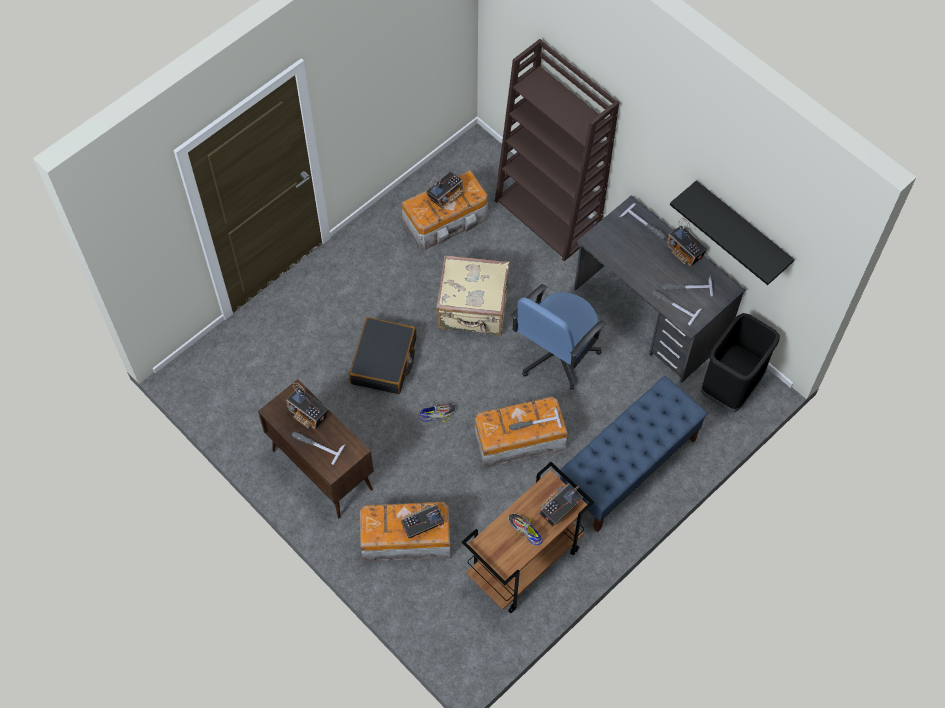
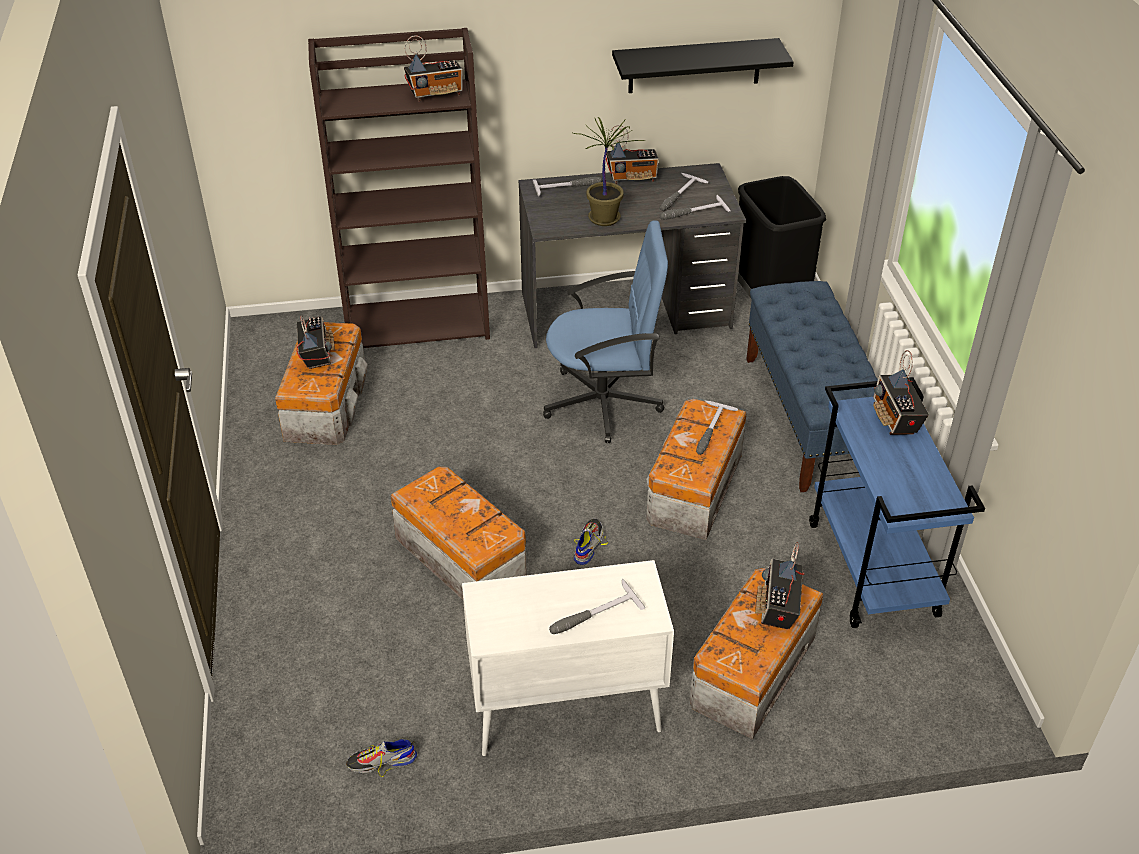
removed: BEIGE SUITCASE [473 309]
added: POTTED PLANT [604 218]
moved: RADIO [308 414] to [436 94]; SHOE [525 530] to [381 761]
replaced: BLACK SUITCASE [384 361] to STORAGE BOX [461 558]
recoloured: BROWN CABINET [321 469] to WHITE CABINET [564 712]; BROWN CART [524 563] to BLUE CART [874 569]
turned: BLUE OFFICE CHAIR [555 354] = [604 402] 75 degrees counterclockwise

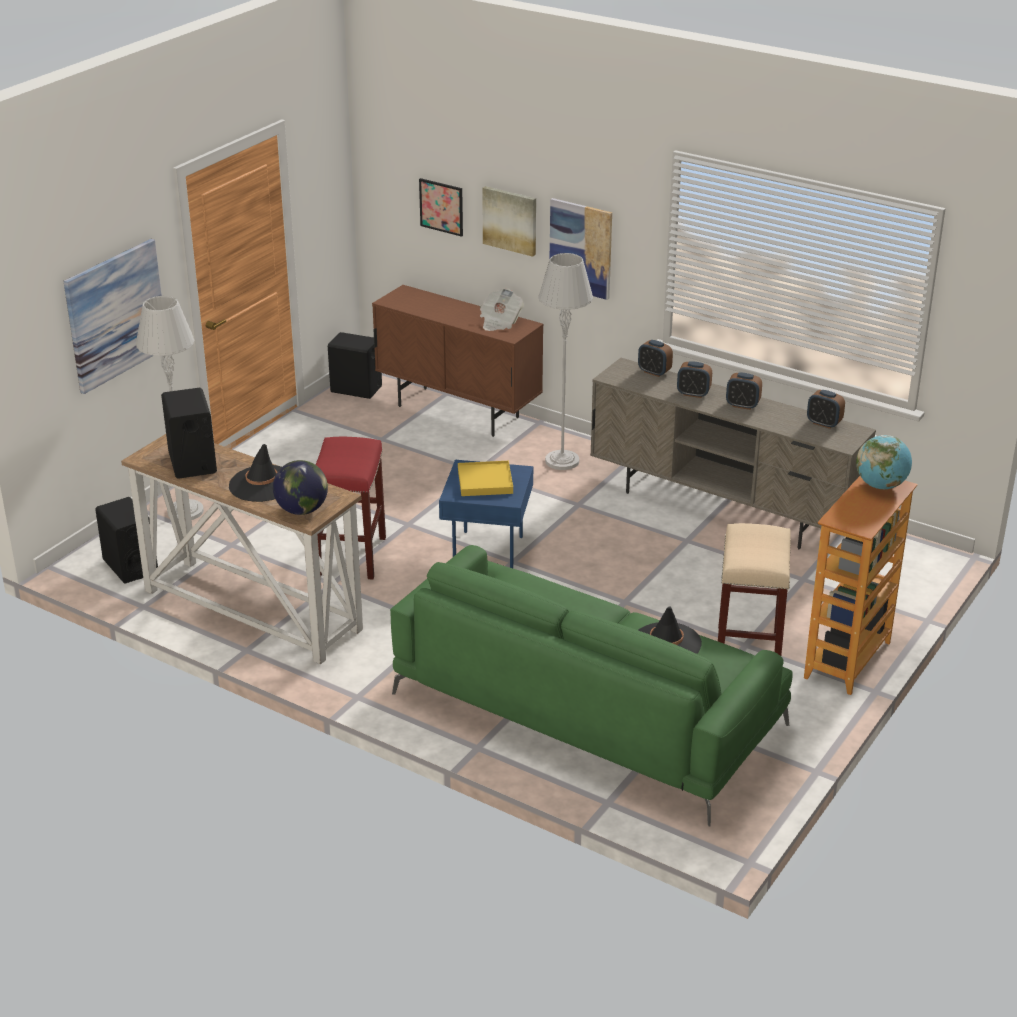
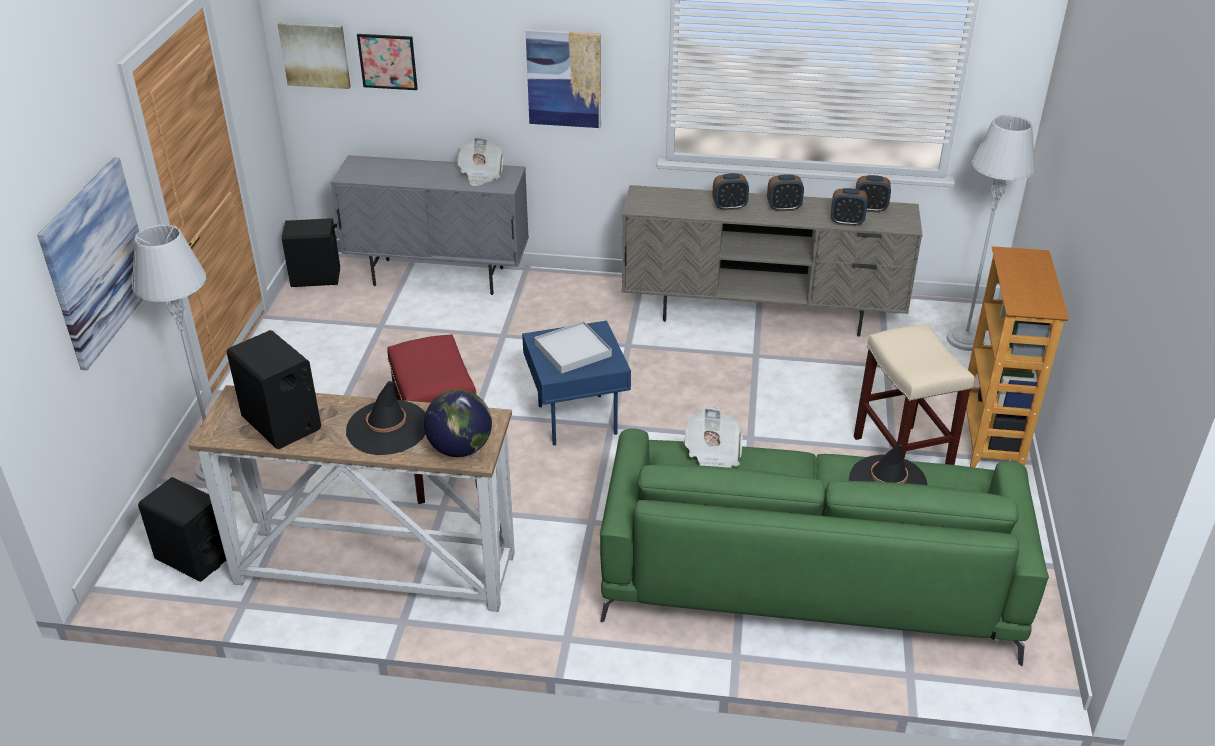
removed: GLOBE [881 486]
added: NEWSPAPER [712 455]
moved: PICTURE [510 220] to [315 54]; GREY FLOOR LAMP [562 461] to [965 340]; ALARM CLOCK [654 372] to [846 222]
recoloured: BROWN CABINET [458 412] to GREY CABINET [439 277]; YELLOW TRAY [485 481] to WHITE TRAY [572 350]

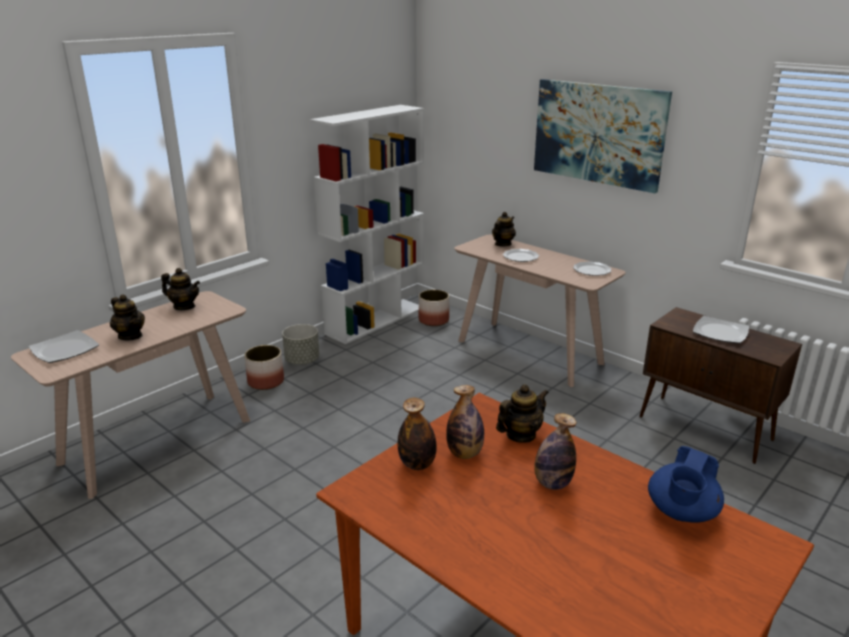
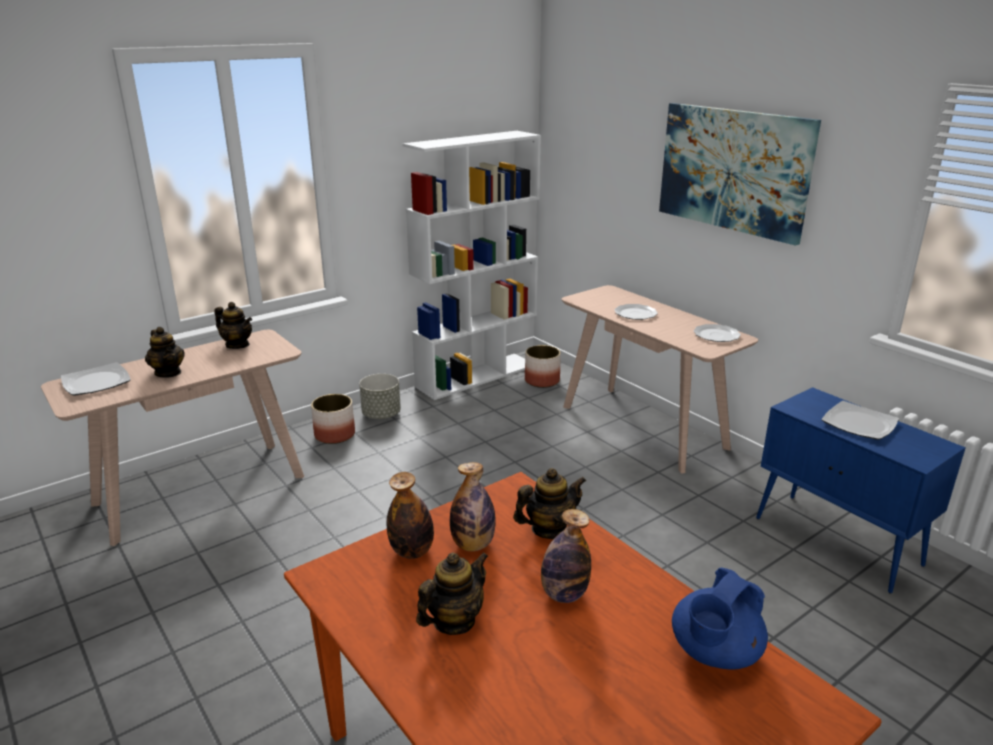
moved: TEAPOT [502 244] to [454 621]
recoloured: BROWN CABINET [706 429] to BLUE CABINET [838 542]

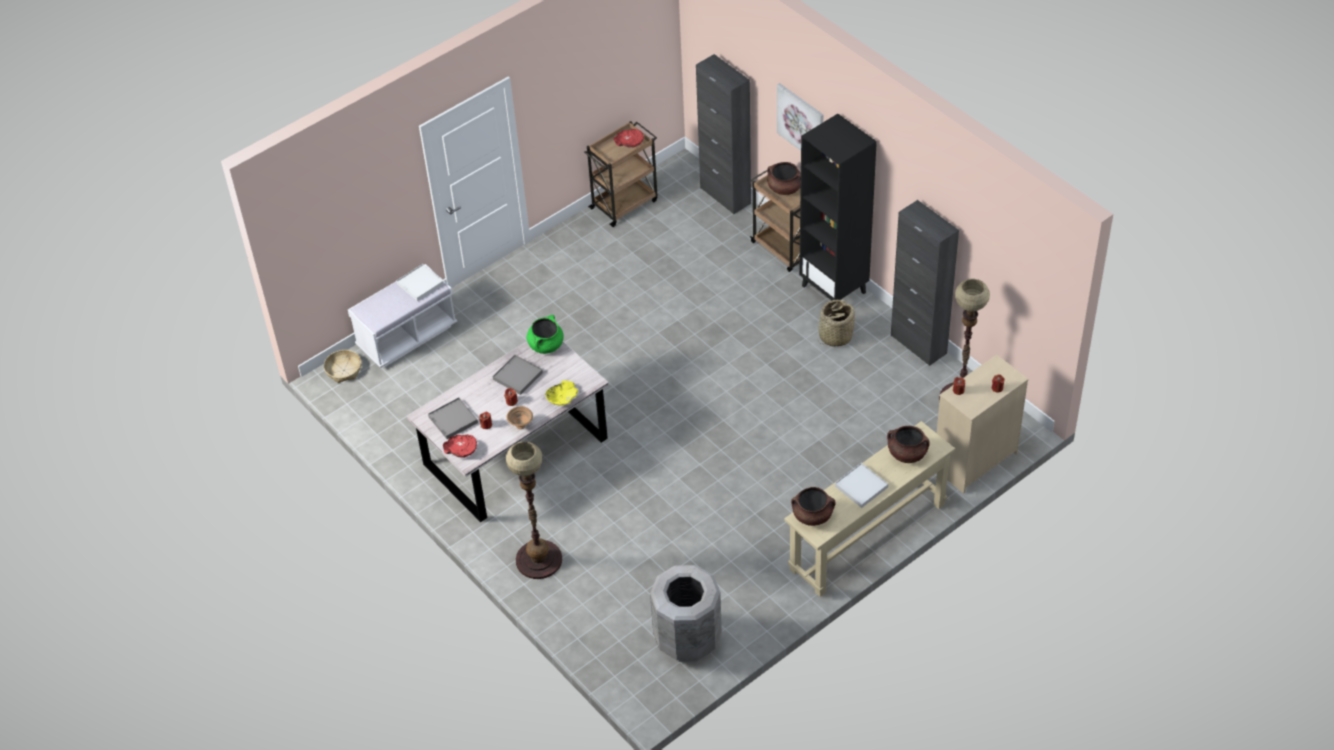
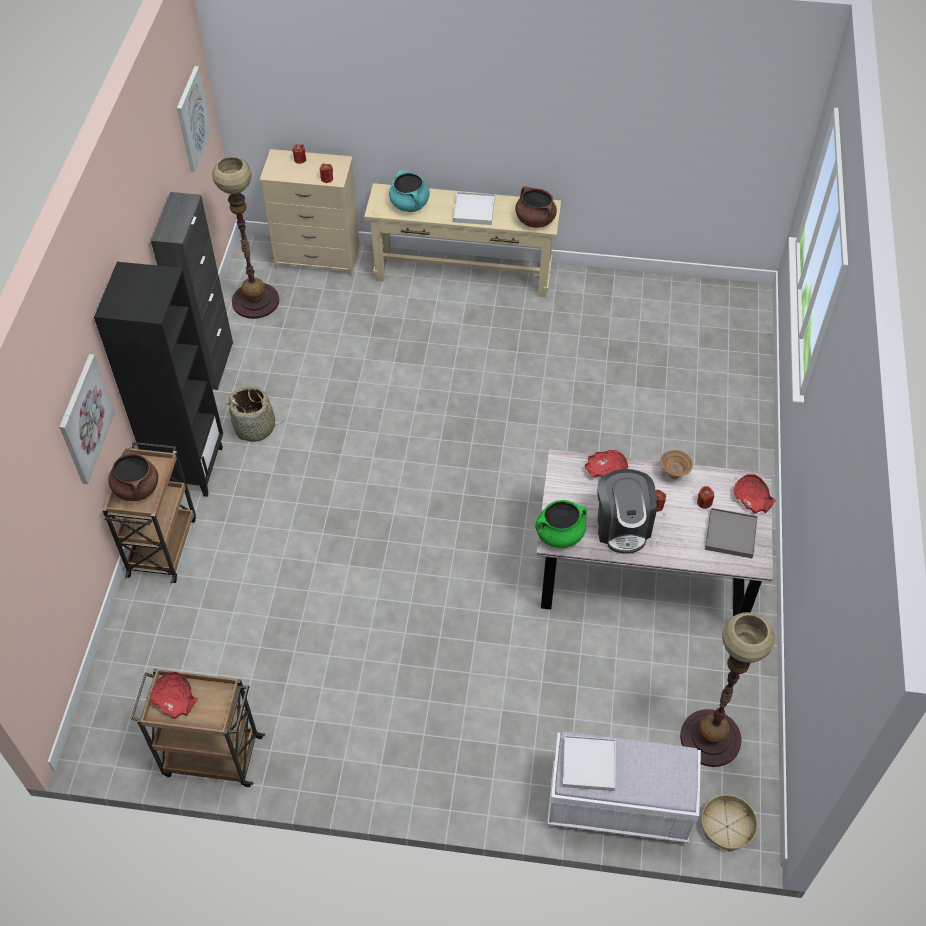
removed: GREY TRASH CAN [687 638]; BLACK CABINET [725 195]
added: PICTURE [192 119]
moved: FLOOR LAMP [538 560] to [711 738]
replaced: GREY TRAY [518 376] to COFFEE MACHINE [622 526]
recoloured: YELLOW BOWL [562 397] to RED BOWL [606 469]; BROWN COOKING POT [907 454] to TURQUOISE COOKING POT [409 204]

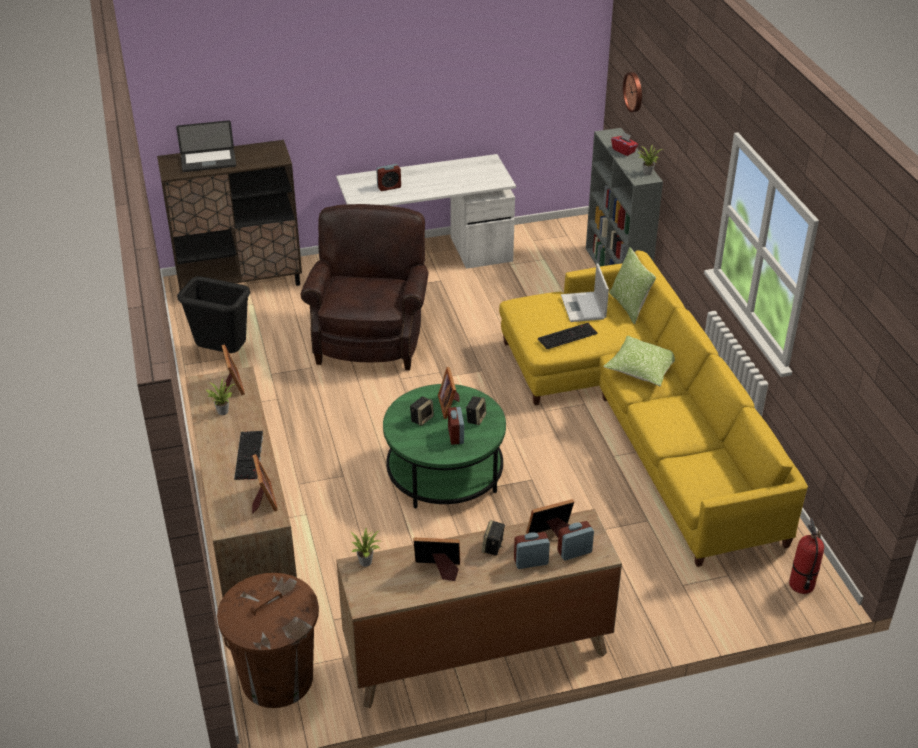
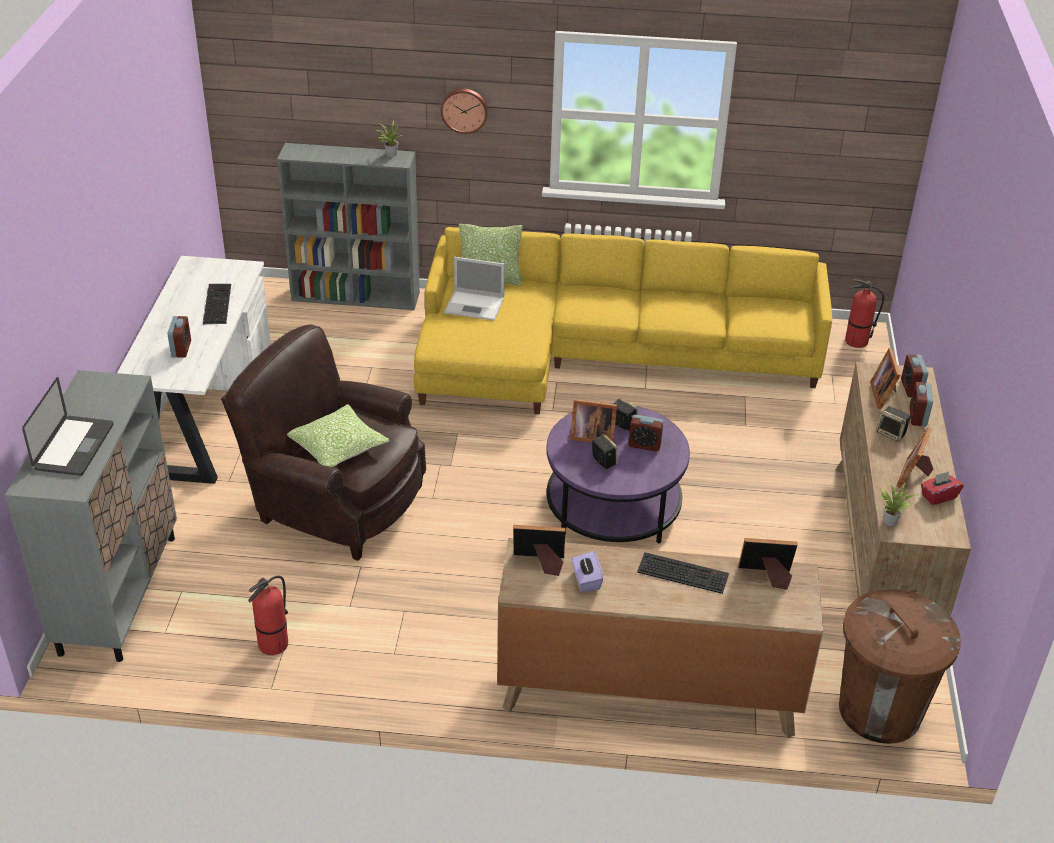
moved: KEYBOARD [567 335] to [216 303]; PILLOW [642 369] to [337 447]; RED TISSUE BOX [624 151] to [938 496]; WALL CLOCK [634 92] to [464 110]
replaced: BLACK TRASH CAN [221 354] to FIRE EXTINGUISHER [273 645]; POTTED PLANT [222 410] to PURPLE TISSUE BOX [586 580]
recoloured: BROWN CABINET [240 282] to GREY CABINET [119 593]; GREEN COFFEE TABLE [445 472] to PURPLE COFFEE TABLE [613 506]

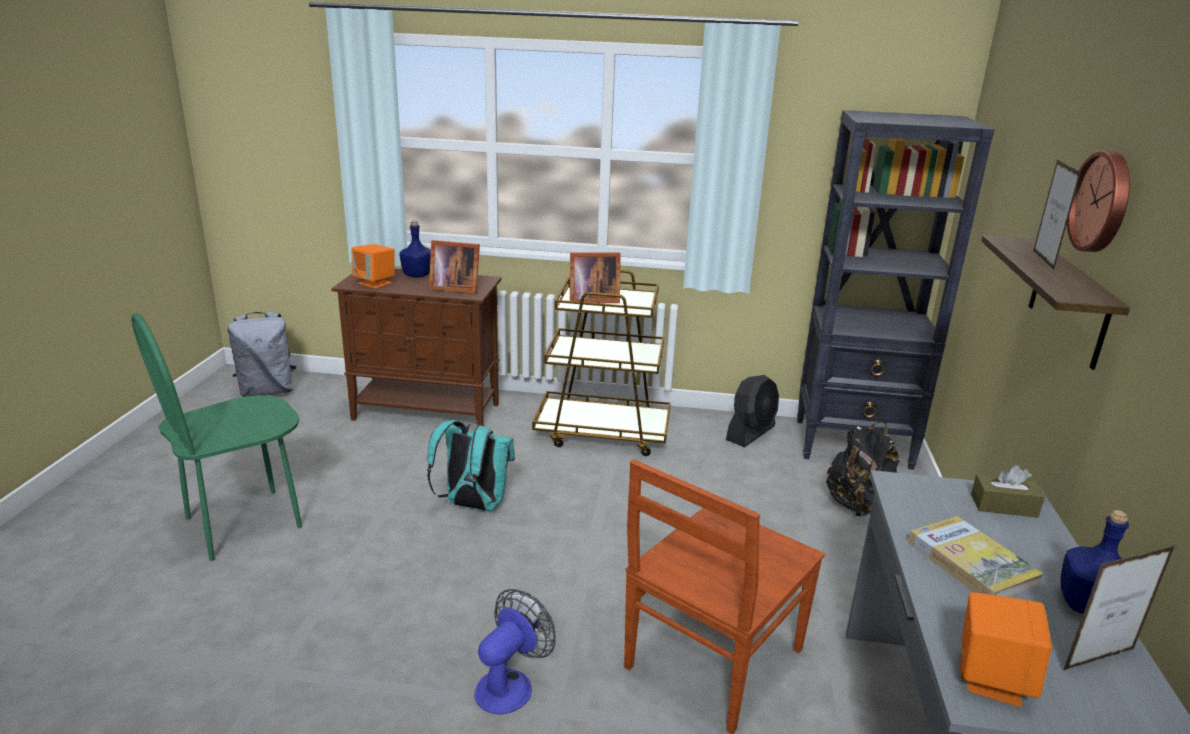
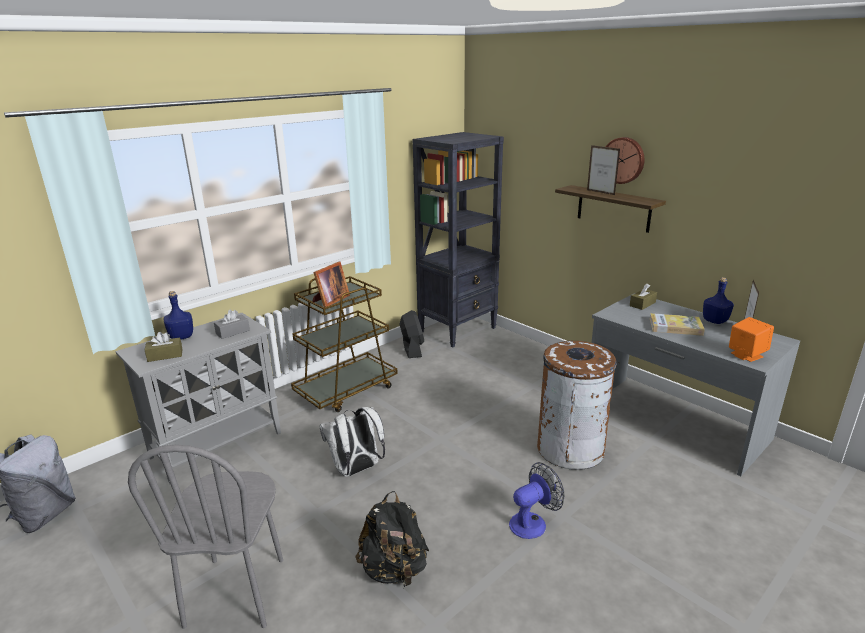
moved: BLACK BACKPACK [858 506] to [394 570]
replaced: ORANGE SPEAKER [375 283] to BROWN TISSUE BOX [165 355]; PICTURE FRAME [454 288] to GREY TISSUE BOX [233 332]; BROWN CHAIR [711 660] to BROWN TRASH CAN [570 449]
recoloured: GREEN CHAIR [244 523] to GREY CHAIR [236 592]; BROWN CABINET [428 412] to GREY CABINET [218 444]; TURQUOISE BACKPACK [472 505] to WHITE BACKPACK [356 470]
turned: FAN [510 684] = [533 522] 75 degrees clockwise

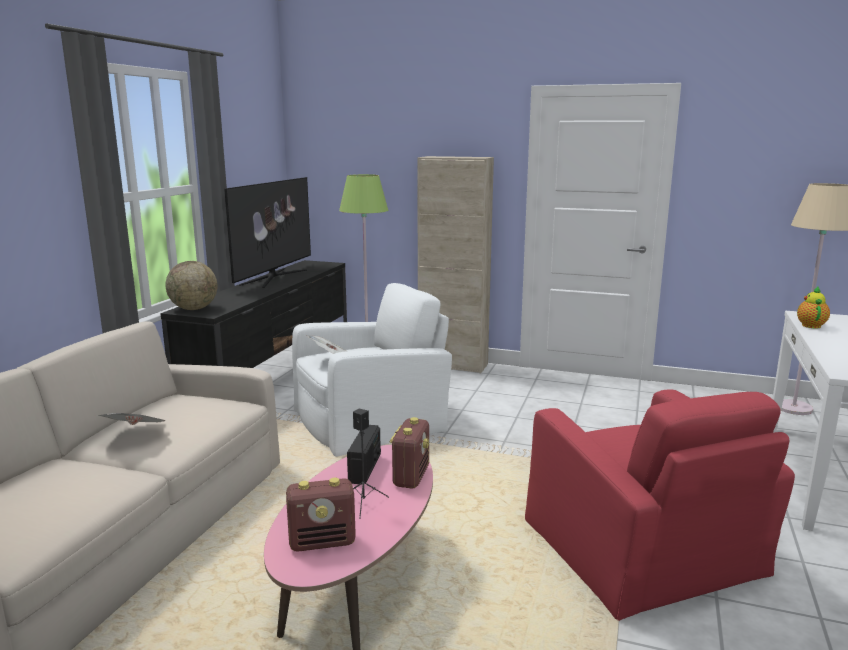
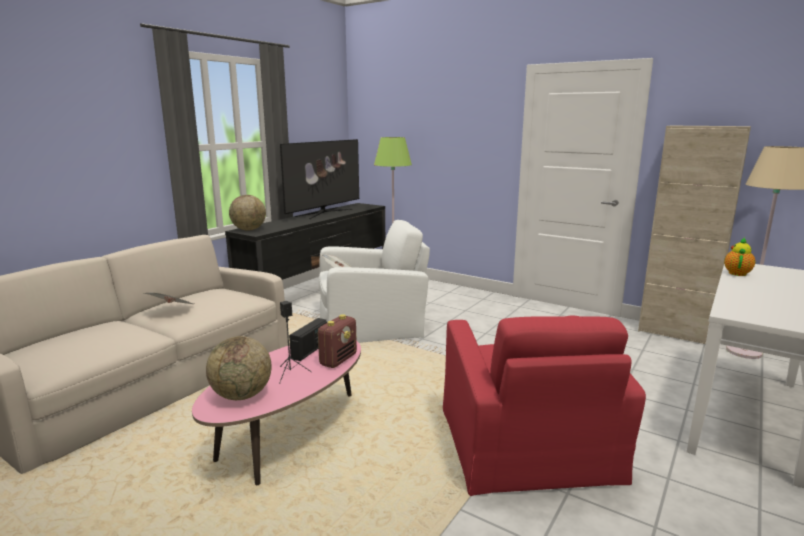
moved: BEIGE CABINET [453 365] to [675 333]
replaced: RADIO [323 542] to GLOBE [242 395]

